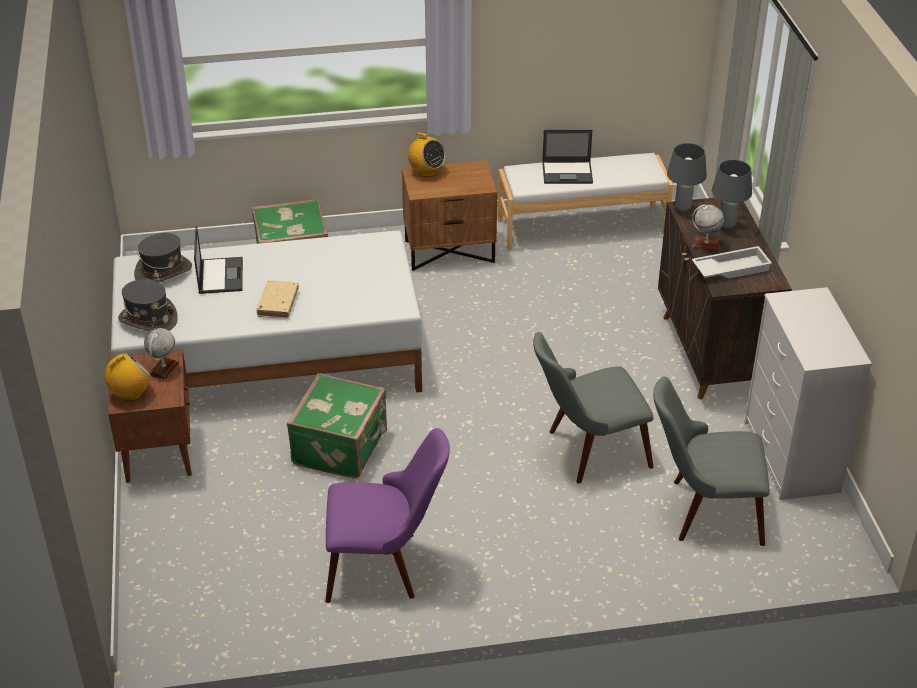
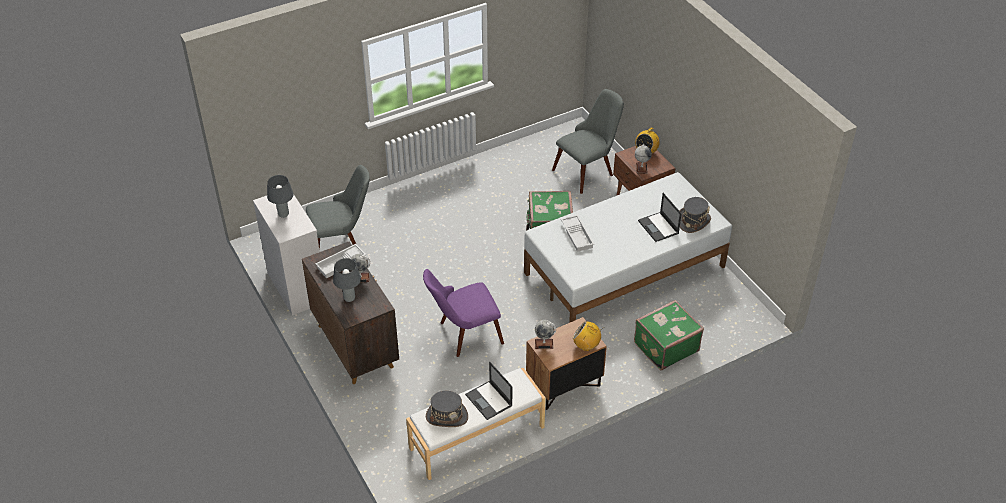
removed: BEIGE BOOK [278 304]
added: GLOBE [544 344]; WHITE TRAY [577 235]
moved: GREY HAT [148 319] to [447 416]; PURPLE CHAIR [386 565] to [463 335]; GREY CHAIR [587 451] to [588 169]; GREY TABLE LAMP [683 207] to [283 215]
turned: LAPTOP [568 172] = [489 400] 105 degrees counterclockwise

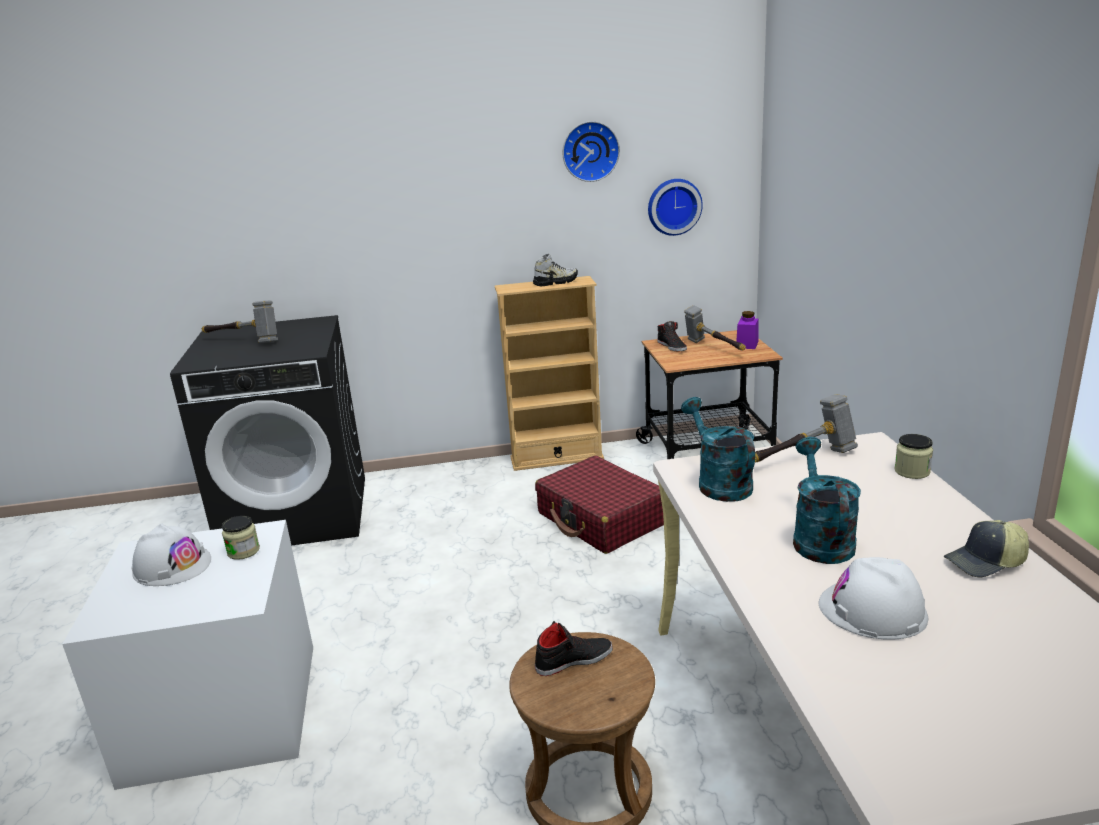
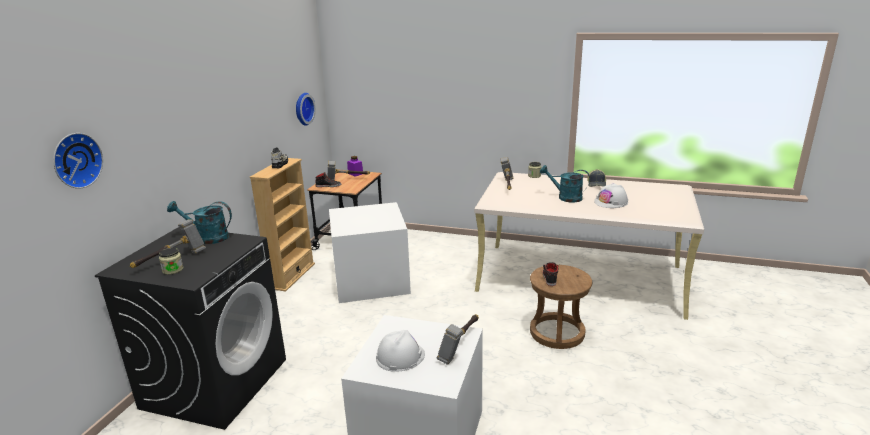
added: HAMMER [460 345]
moved: JAR [243 551] to [173 270]; WALL CLOCK [590 151] to [75 160]; TURQUOISE WATERING CAN [719 483] to [207 238]
replaced: RED SUITCASE [601 519] to WHITE STORAGE BOX [372 280]

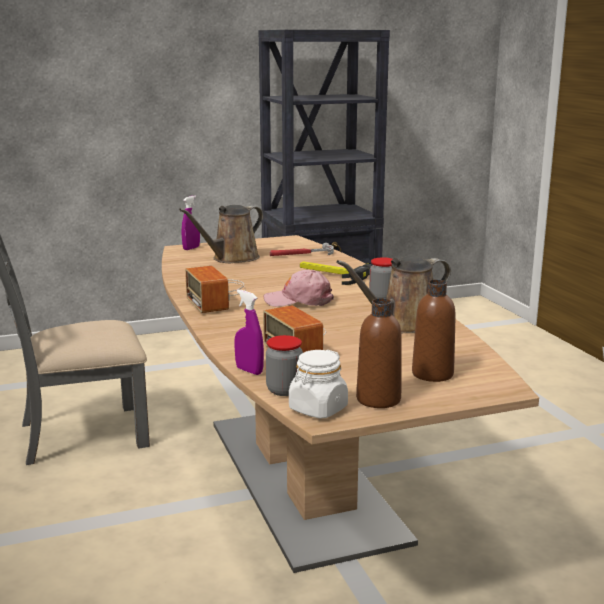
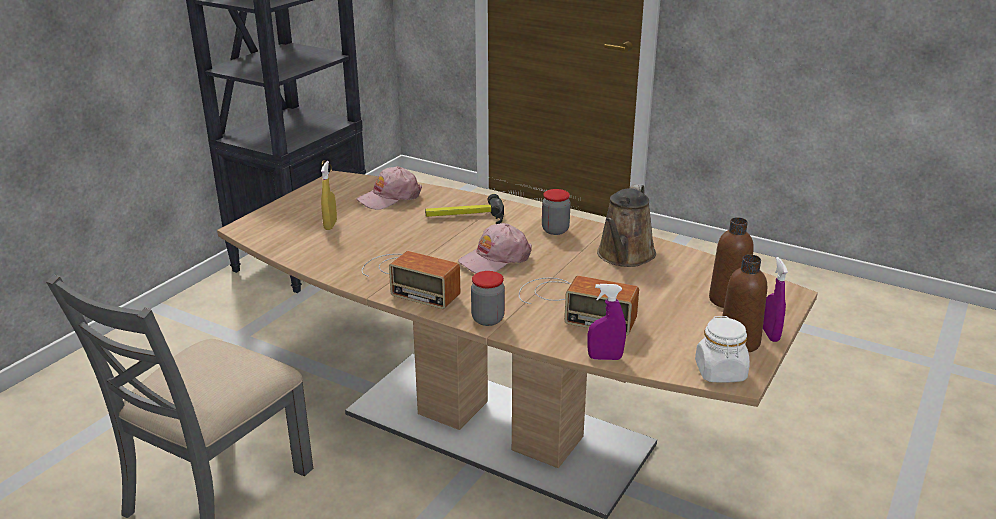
moved: PURPLE SPRAY BOTTLE [191 248] to [770 334]; JAR [284 390] to [488 319]
replaced: BROWN WATERING CAN [232 258] to YELLOW SPRAY BOTTLE [330 225]; HAMMER [301 254] to PINK CAP [389 197]

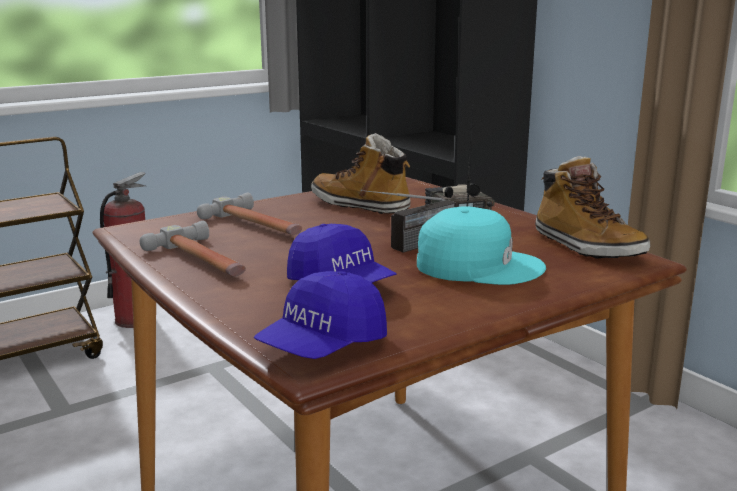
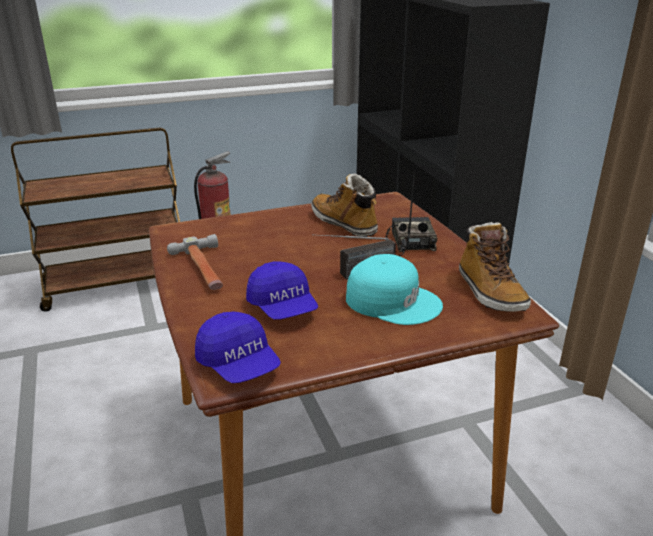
removed: HAMMER [257 225]
turned: BLUE CAP [323 346] = [239 365] 90 degrees counterclockwise

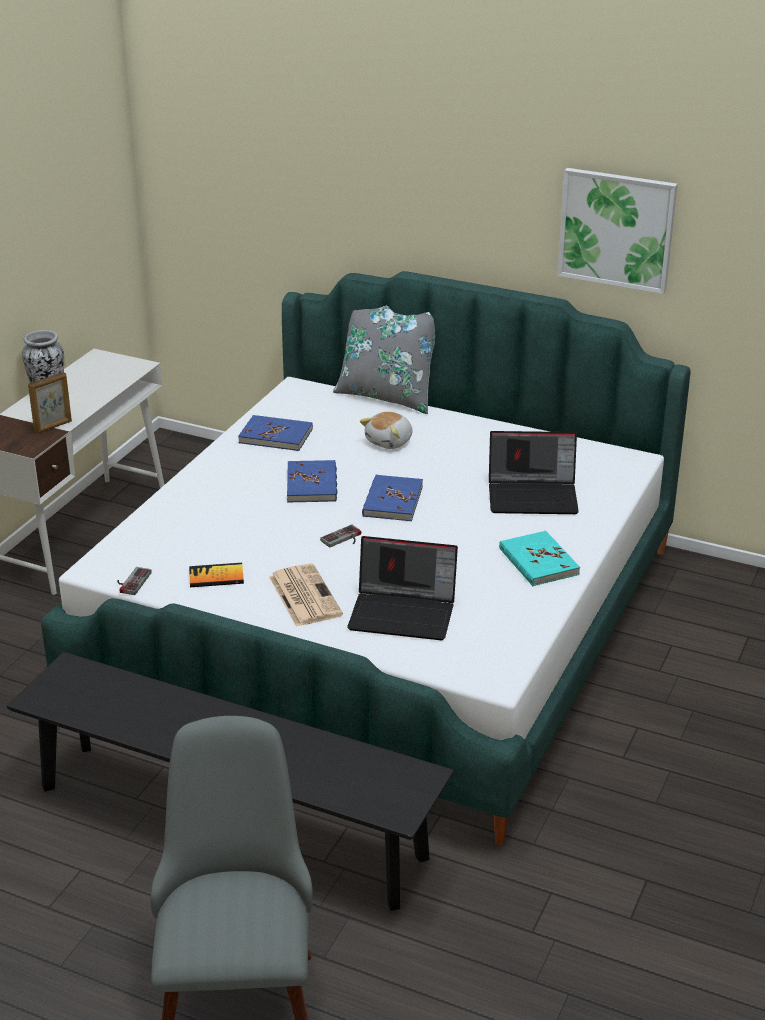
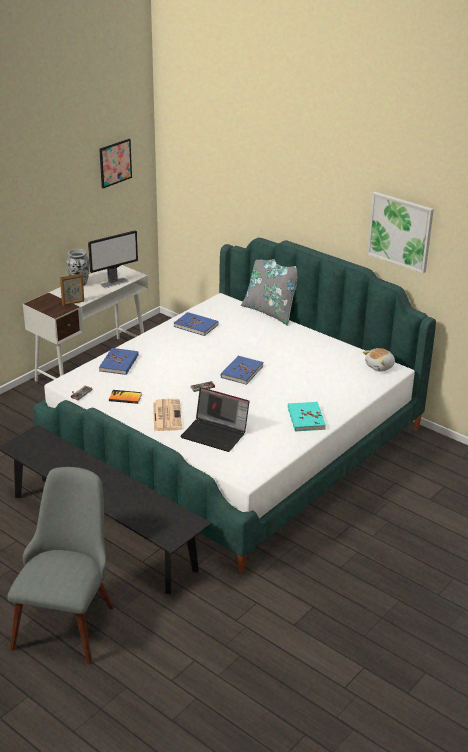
removed: LAPTOP [533 496]
added: MONITOR [114 283]; PICTURE [115 163]
moved: BLUE BOOK [312 484] to [119 363]; PLUSH TOY [390 442] to [380 366]

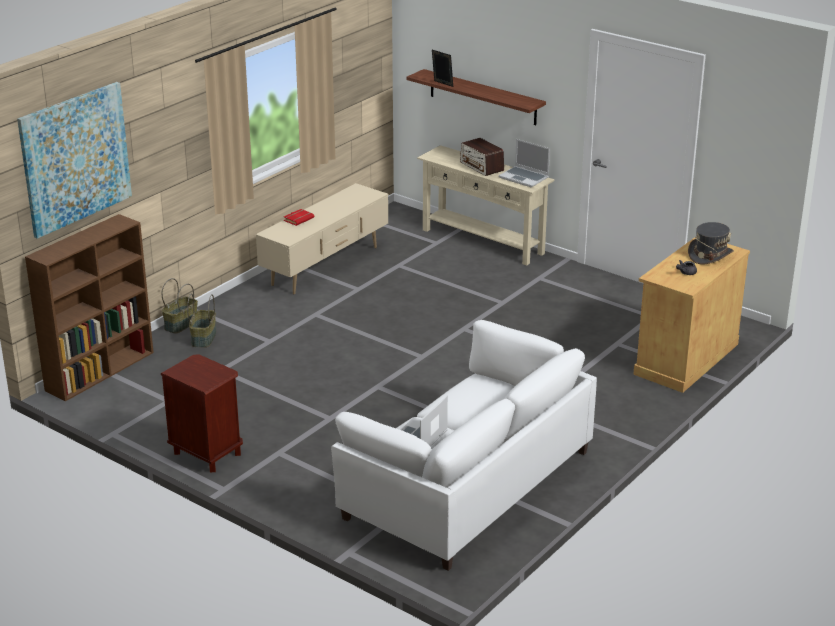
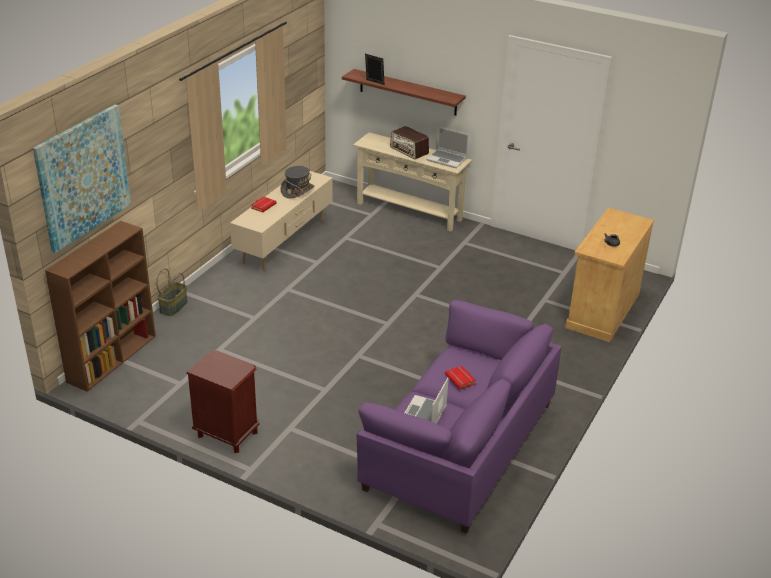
removed: BASKET [203 338]
added: RED BOOK [461 379]
moved: GREY HAT [710 255] to [297 190]
recoloured: WHITE SOFA [466 484] to PURPLE SOFA [458 445]

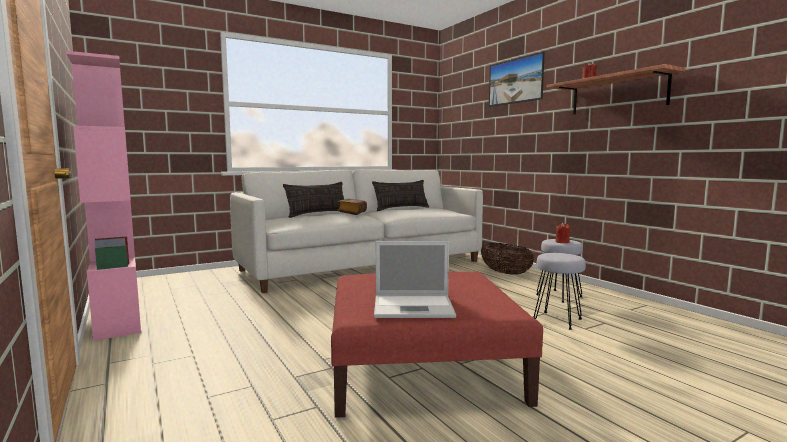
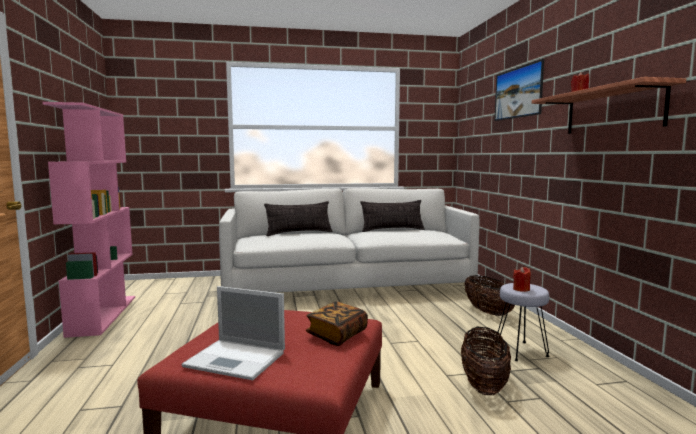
moved: BOOK [352 213] to [337 335]
replaced: GREY STOOL [558 321] to BASKET [484 385]

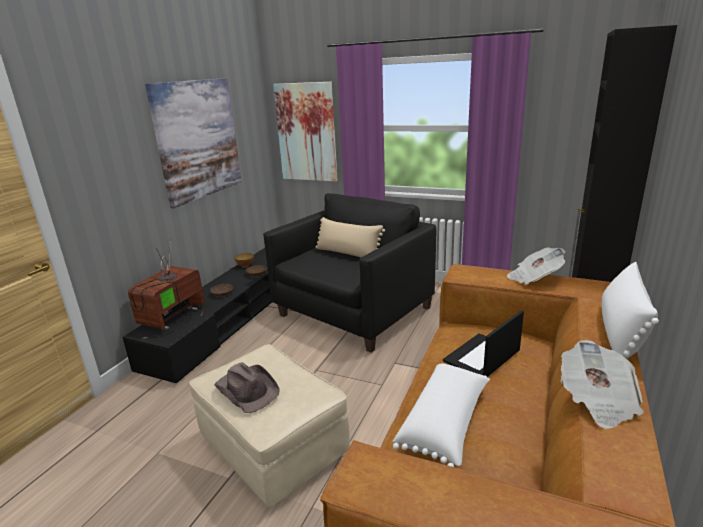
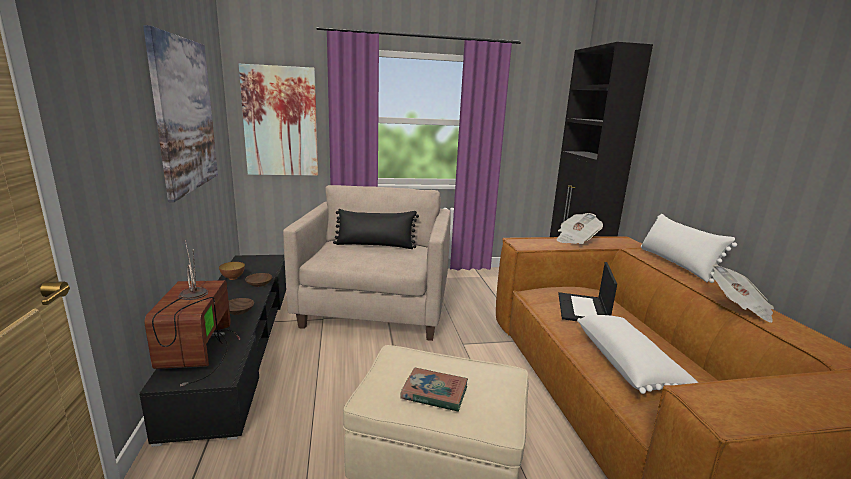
replaced: BROWN HAT [247 390] to BOOK [434 393]
recoloured: BLACK ARMCHAIR [353 311] to BEIGE ARMCHAIR [375 308]; BEIGE PILLOW [348 254] to BLACK PILLOW [375 245]

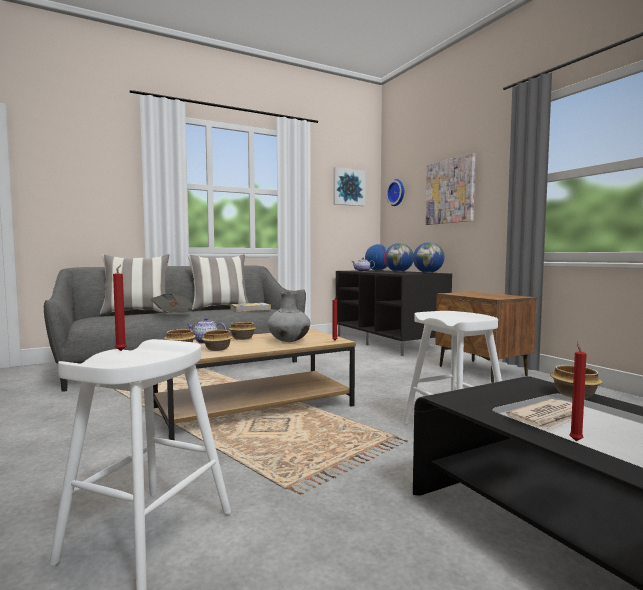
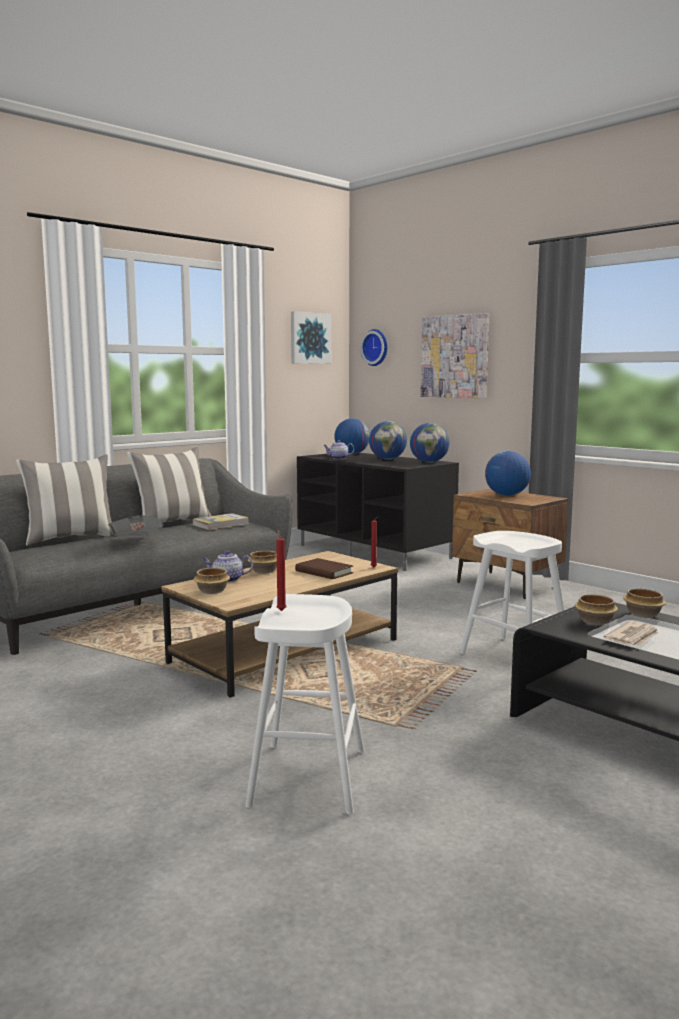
removed: RED CANDLE [575 440]
added: GLOBE [506 495]
moved: BOWL [218 349] to [596 621]
replaced: GREY VASE [289 341] to BROWN BOOK [324 572]

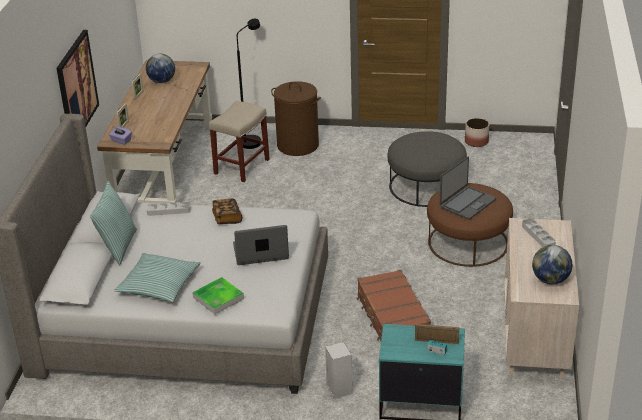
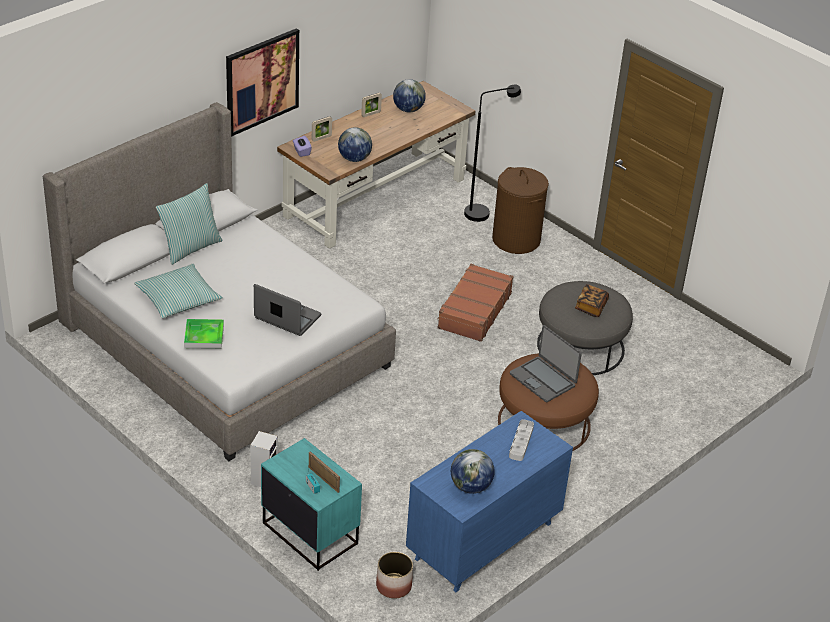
removed: GREY TRAY [168 211]; BEIGE STOOL [241 167]
added: GLOBE [354 159]
moved: BOOK [227 218] to [591 307]; BROWN SUITCASE [392 317] to [474 311]; PLANTER [476 142] to [394 586]
recoloured: BEIGE DRESSER [534 336] to BLUE DRESSER [483 542]
turned: LAPTOP [467 203] = [543 380] 60 degrees clockwise

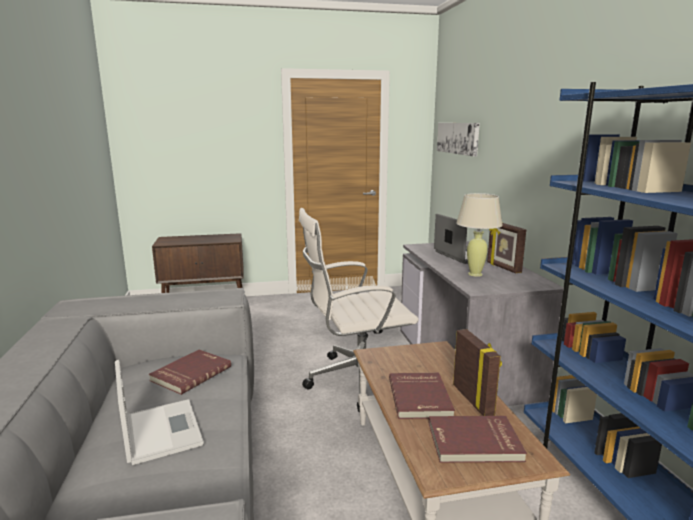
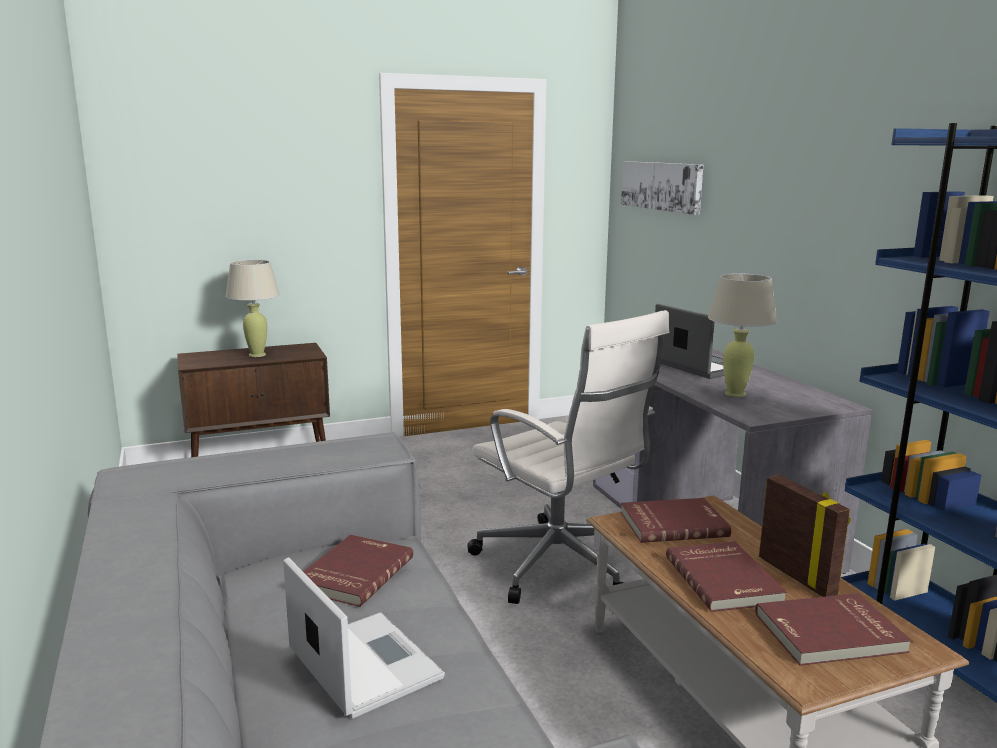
removed: PICTURE FRAME [503 268]
added: BEIGE TABLE LAMP [257 355]; RED BOOK [673 523]
turned: WHITE OFFICE CHAIR [356 380] = [560 566] 105 degrees counterclockwise

